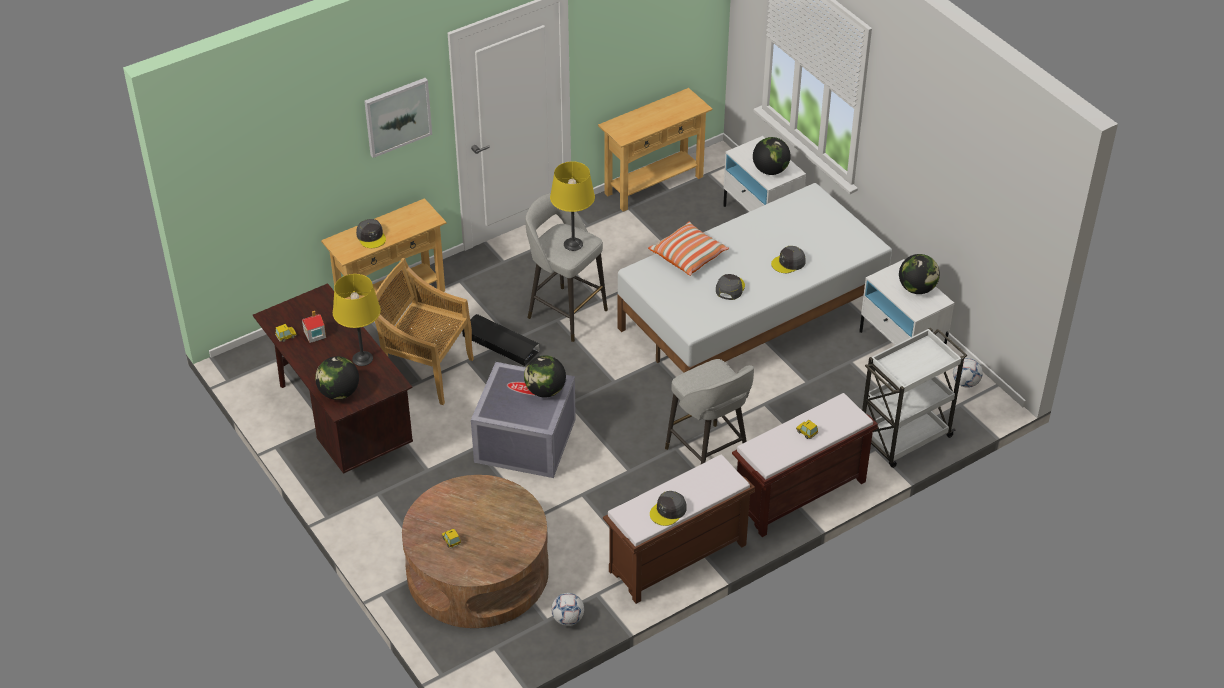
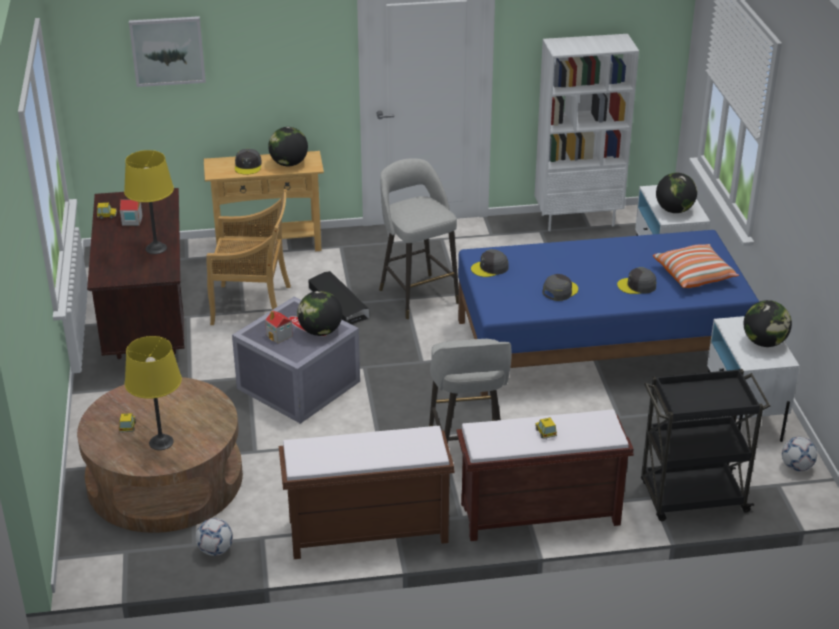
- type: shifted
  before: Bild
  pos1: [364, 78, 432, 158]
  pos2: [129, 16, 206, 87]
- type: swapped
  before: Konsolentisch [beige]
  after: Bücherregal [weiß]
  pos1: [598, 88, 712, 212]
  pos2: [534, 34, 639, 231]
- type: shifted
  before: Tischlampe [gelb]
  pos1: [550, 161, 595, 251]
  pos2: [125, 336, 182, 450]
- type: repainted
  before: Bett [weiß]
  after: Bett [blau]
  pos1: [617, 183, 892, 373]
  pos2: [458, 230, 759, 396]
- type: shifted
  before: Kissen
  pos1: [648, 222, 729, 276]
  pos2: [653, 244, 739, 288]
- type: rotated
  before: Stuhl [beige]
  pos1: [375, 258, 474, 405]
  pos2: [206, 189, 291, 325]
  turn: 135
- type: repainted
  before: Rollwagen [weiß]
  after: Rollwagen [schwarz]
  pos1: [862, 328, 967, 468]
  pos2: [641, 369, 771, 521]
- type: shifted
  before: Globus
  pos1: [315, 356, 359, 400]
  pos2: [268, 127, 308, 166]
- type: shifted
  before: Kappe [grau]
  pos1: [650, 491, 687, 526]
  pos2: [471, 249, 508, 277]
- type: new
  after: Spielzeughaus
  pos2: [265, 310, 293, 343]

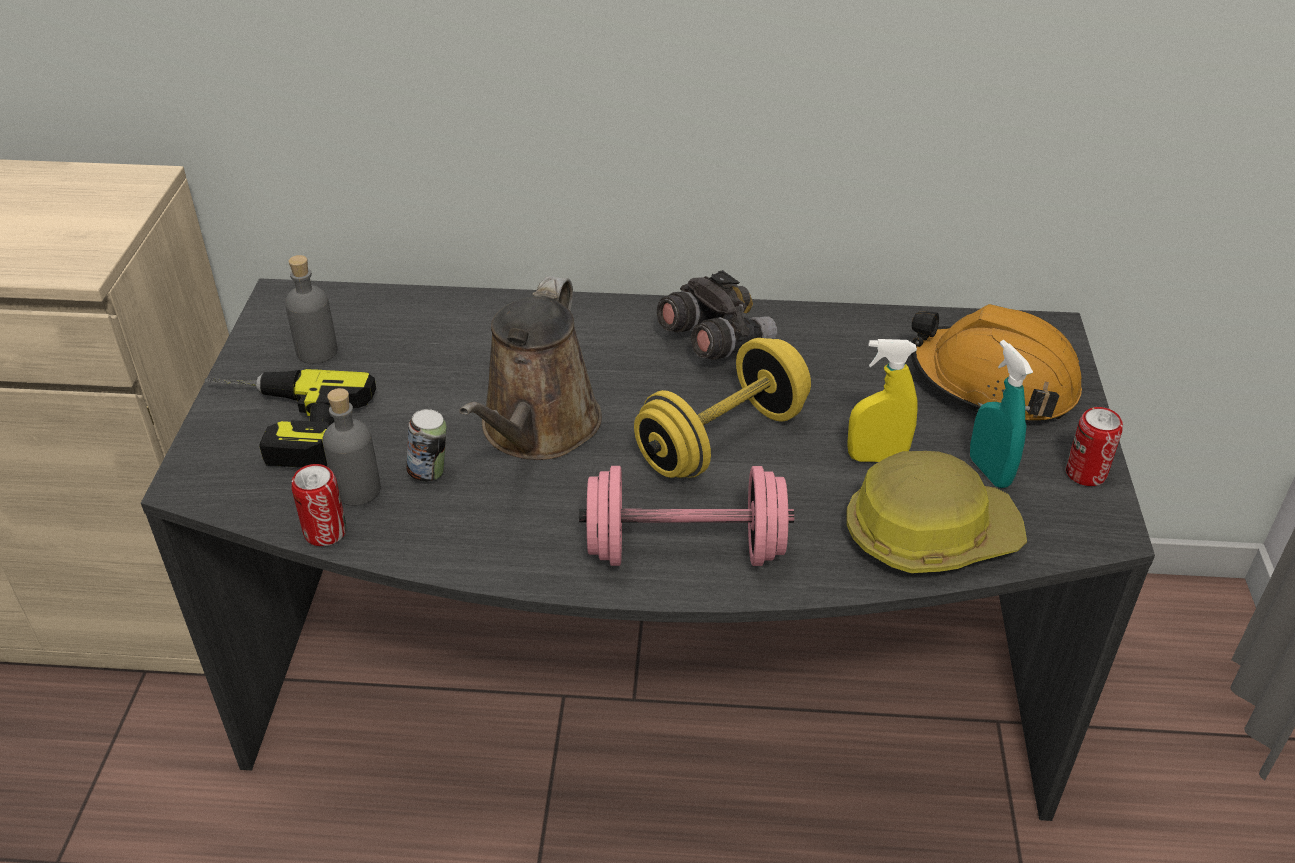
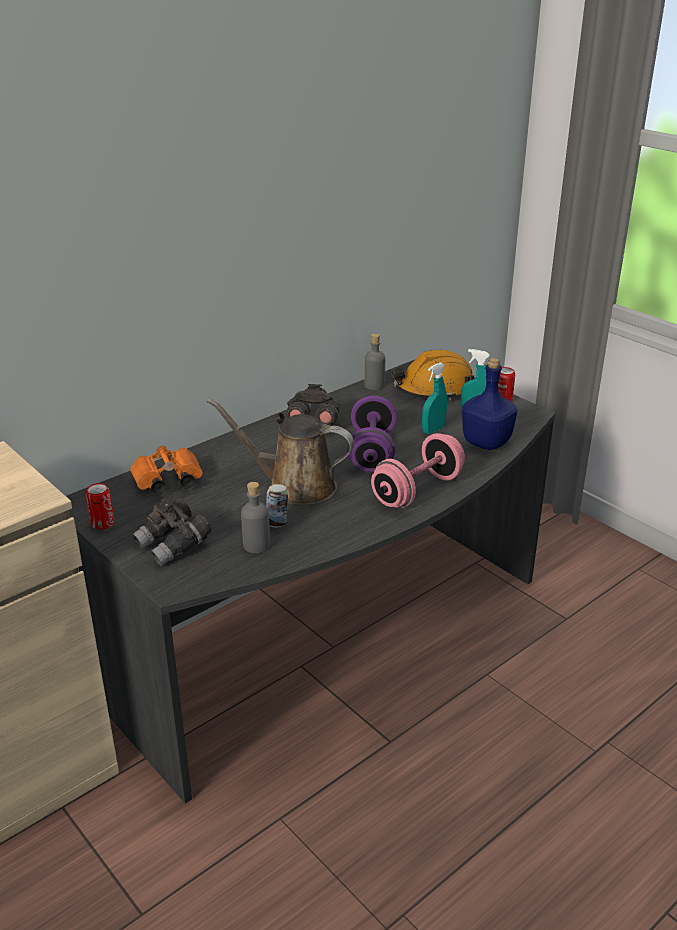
- type: shifted
  before: Flasche [grau]
  pos1: [285, 255, 338, 364]
  pos2: [364, 334, 385, 390]
- type: rotated
  before: Gießkanne [braun]
  pos1: [459, 276, 602, 460]
  pos2: [206, 398, 354, 506]
  turn: 135
- type: repainted
  before: Hantel [gelb]
  after: Hantel [lila]
  pos1: [634, 338, 811, 478]
  pos2: [347, 395, 397, 472]
- type: repainted
  before: Sprühflasche [gelb]
  after: Sprühflasche [türkis]
  pos1: [847, 339, 918, 462]
  pos2: [422, 362, 447, 434]
- type: swapped
  before: Bohrmaschine
  after: Fernglas [grau]
  pos1: [205, 369, 376, 468]
  pos2: [132, 498, 212, 566]
- type: swapped
  before: Schutzhelm
  after: Flasche [blau]
  pos1: [846, 451, 1027, 573]
  pos2: [462, 358, 518, 450]
- type: shifted
  before: Dose
  pos1: [291, 464, 346, 546]
  pos2: [86, 483, 114, 529]
- type: new
  after: Fernglas [orange]
  pos2: [130, 446, 203, 494]

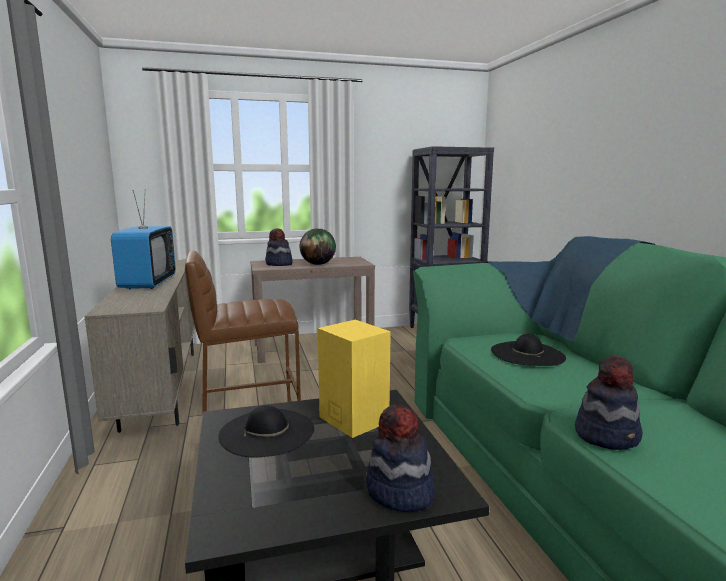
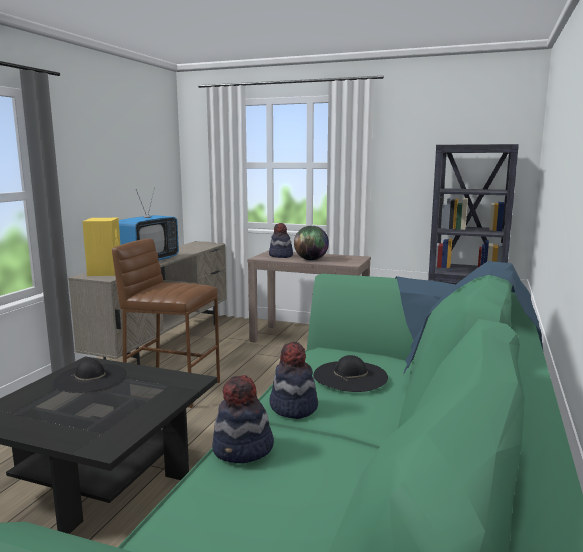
- type: shifted
  before: Lautsprecher [gelb]
  pos1: [318, 320, 391, 438]
  pos2: [82, 218, 120, 276]
- type: shifted
  before: Hut
  pos1: [366, 404, 435, 512]
  pos2: [270, 342, 318, 419]

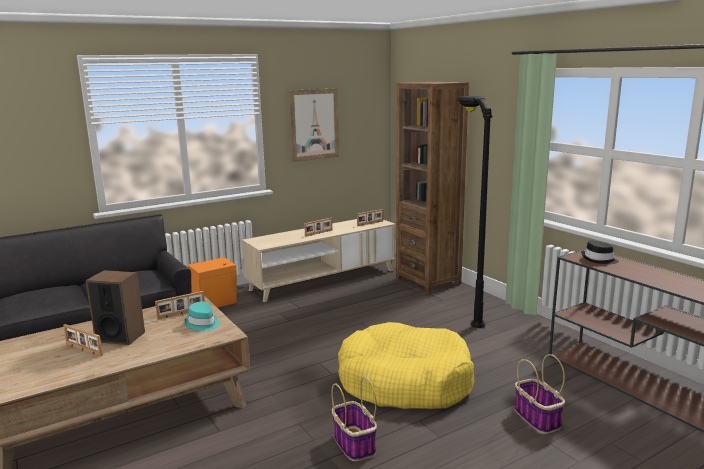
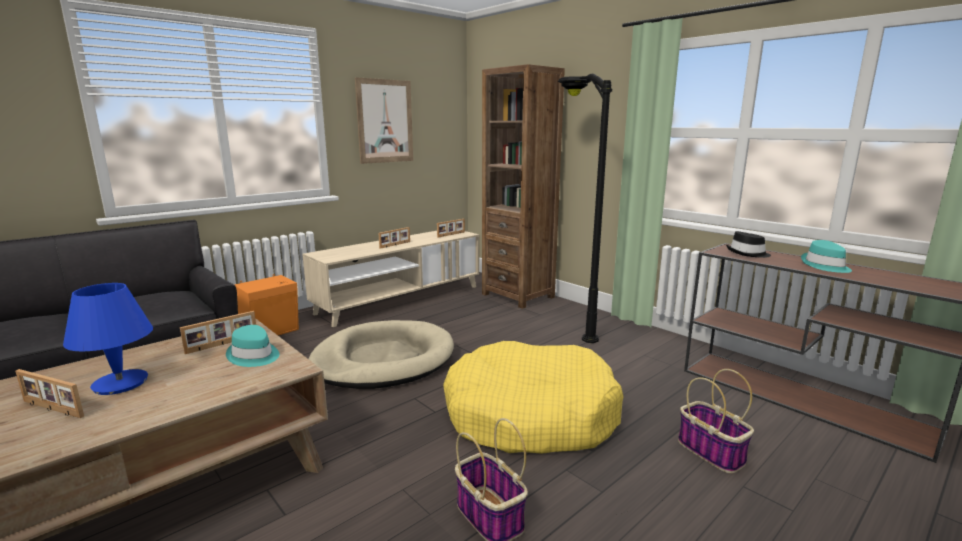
- type: swapped
  before: Lautsprecher
  after: Tischlampe [blau]
  pos1: [86, 270, 145, 345]
  pos2: [63, 283, 153, 395]
- type: new
  after: Hut [türkis]
  pos2: [801, 240, 852, 273]
- type: new
  after: Hundebett [beige]
  pos2: [308, 320, 454, 389]

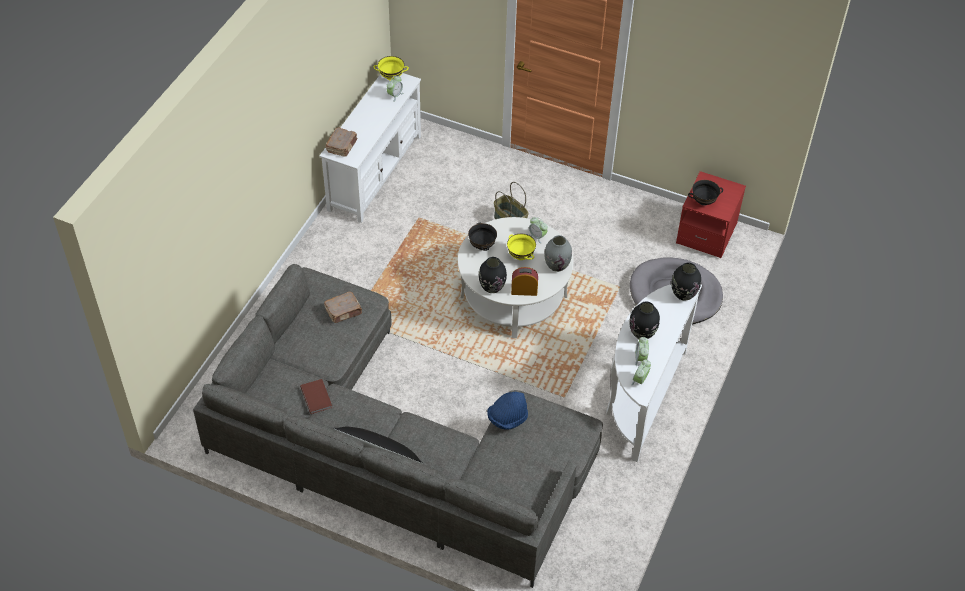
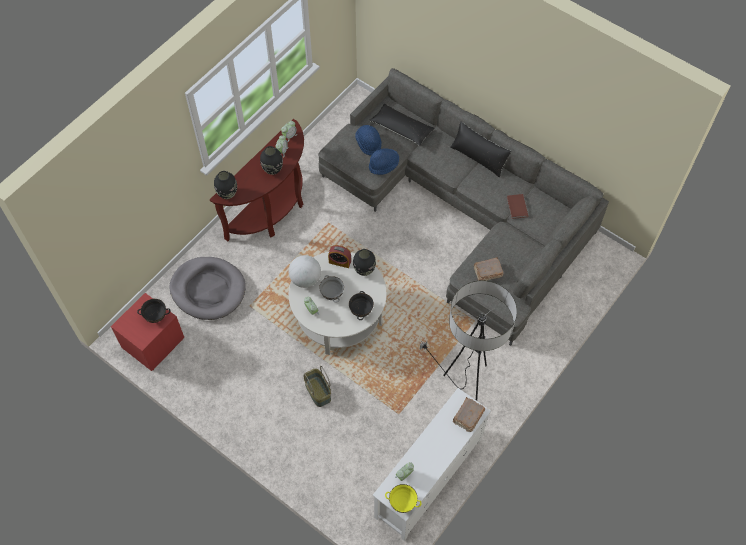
- type: repainted
  before: Schüssel [gelb]
  after: Schüssel [grau]
  pos1: [507, 234, 536, 260]
  pos2: [319, 275, 344, 303]
- type: swapped
  before: Vase [grau]
  after: Globus
  pos1: [544, 235, 572, 272]
  pos2: [289, 255, 321, 288]
- type: repainted
  before: Konsolentisch [weiß]
  after: Konsolentisch [braun]
  pos1: [606, 285, 702, 462]
  pos2: [210, 119, 304, 241]
- type: new
  after: Kissen [schwarz]
  pos2: [369, 104, 435, 146]
- type: new
  after: Hut [blau]
  pos2: [355, 125, 382, 156]
- type: new
  after: Stehlampe
  pos2: [419, 280, 517, 401]

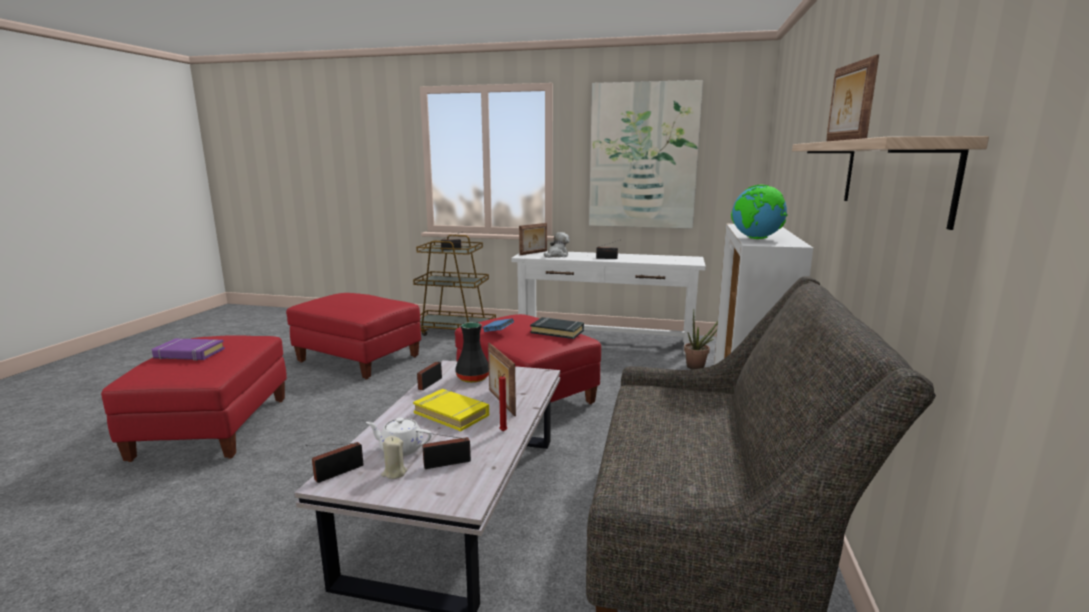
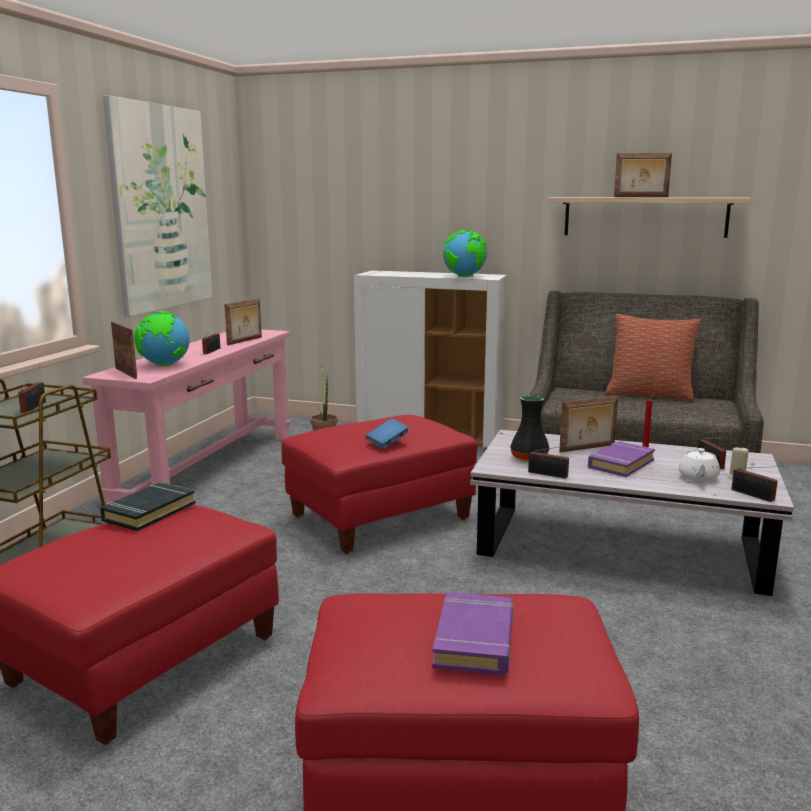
- type: swapped
  before: Plüschtier
  after: Globus
  pos1: [544, 232, 570, 258]
  pos2: [134, 311, 190, 366]
- type: repainted
  before: Konsolentisch [weiß]
  after: Konsolentisch [rosa]
  pos1: [511, 251, 706, 355]
  pos2: [82, 329, 290, 505]
- type: shifted
  before: Buch [schwarz]
  pos1: [530, 317, 584, 339]
  pos2: [100, 482, 196, 531]
- type: repainted
  before: Buch [gelb]
  after: Buch [lila]
  pos1: [413, 389, 489, 431]
  pos2: [588, 441, 655, 477]
- type: new
  after: Bilderrahmen
  pos2: [224, 299, 262, 345]
- type: new
  after: Kissen
  pos2: [606, 314, 702, 402]

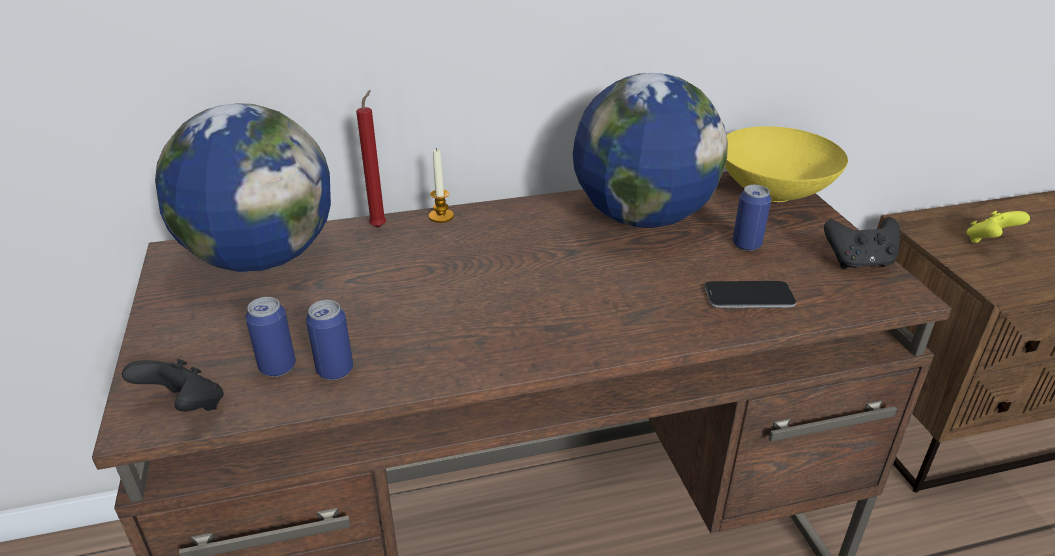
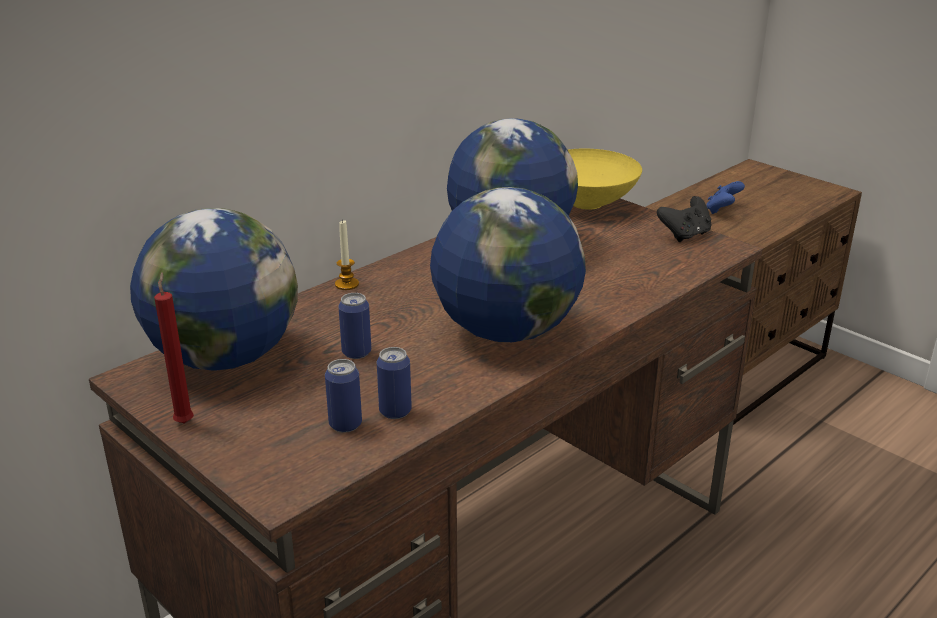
- type: shifted
  before: Kerze [rot]
  pos1: [356, 90, 386, 228]
  pos2: [154, 272, 194, 424]
- type: shifted
  before: Dose
  pos1: [733, 185, 771, 251]
  pos2: [338, 293, 371, 359]
- type: repainted
  before: Gamepad [gelb]
  after: Gamepad [blau]
  pos1: [966, 211, 1030, 243]
  pos2: [706, 181, 745, 214]
- type: gone
  before: Handy
  pos1: [704, 281, 796, 308]
- type: gone
  before: Gamepad [schwarz]
  pos1: [122, 359, 224, 412]
- type: new
  after: Globus
  pos2: [430, 187, 586, 342]

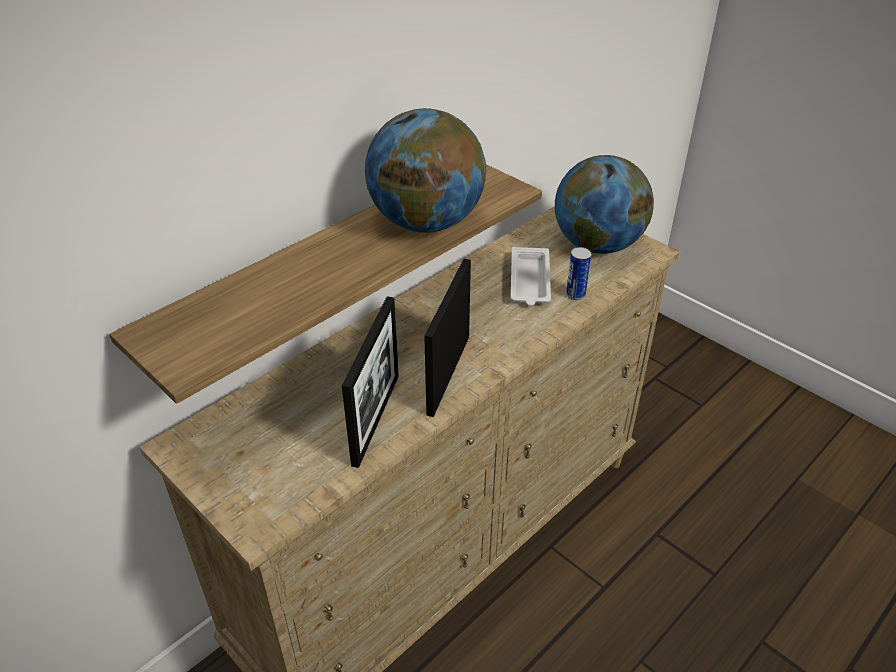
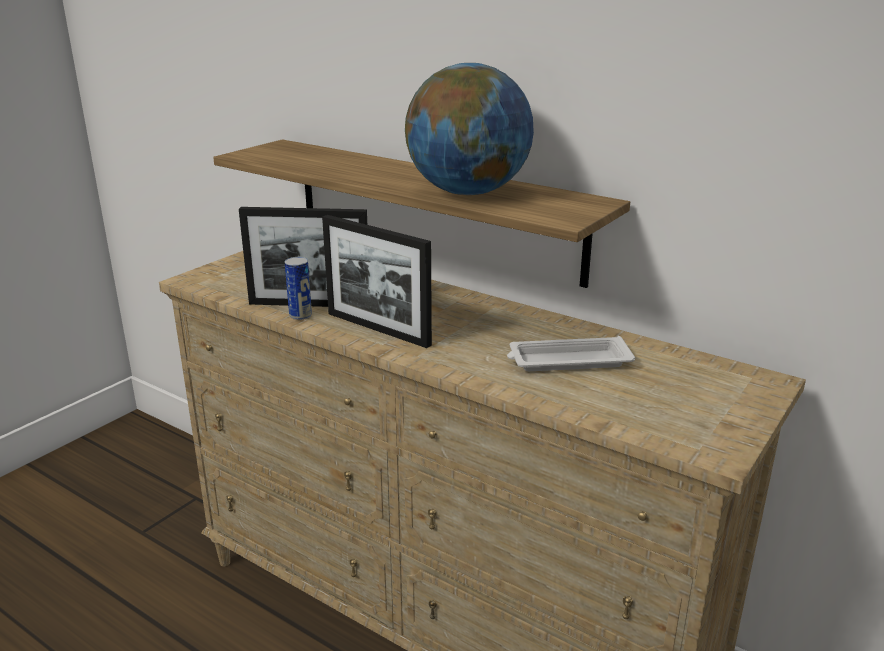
- type: gone
  before: Globus
  pos1: [555, 155, 654, 254]
- type: shifted
  before: Dose
  pos1: [566, 247, 591, 300]
  pos2: [285, 257, 312, 320]
- type: rotated
  before: Bilderrahmen
  pos1: [424, 259, 471, 417]
  pos2: [322, 215, 432, 348]
  turn: -150

